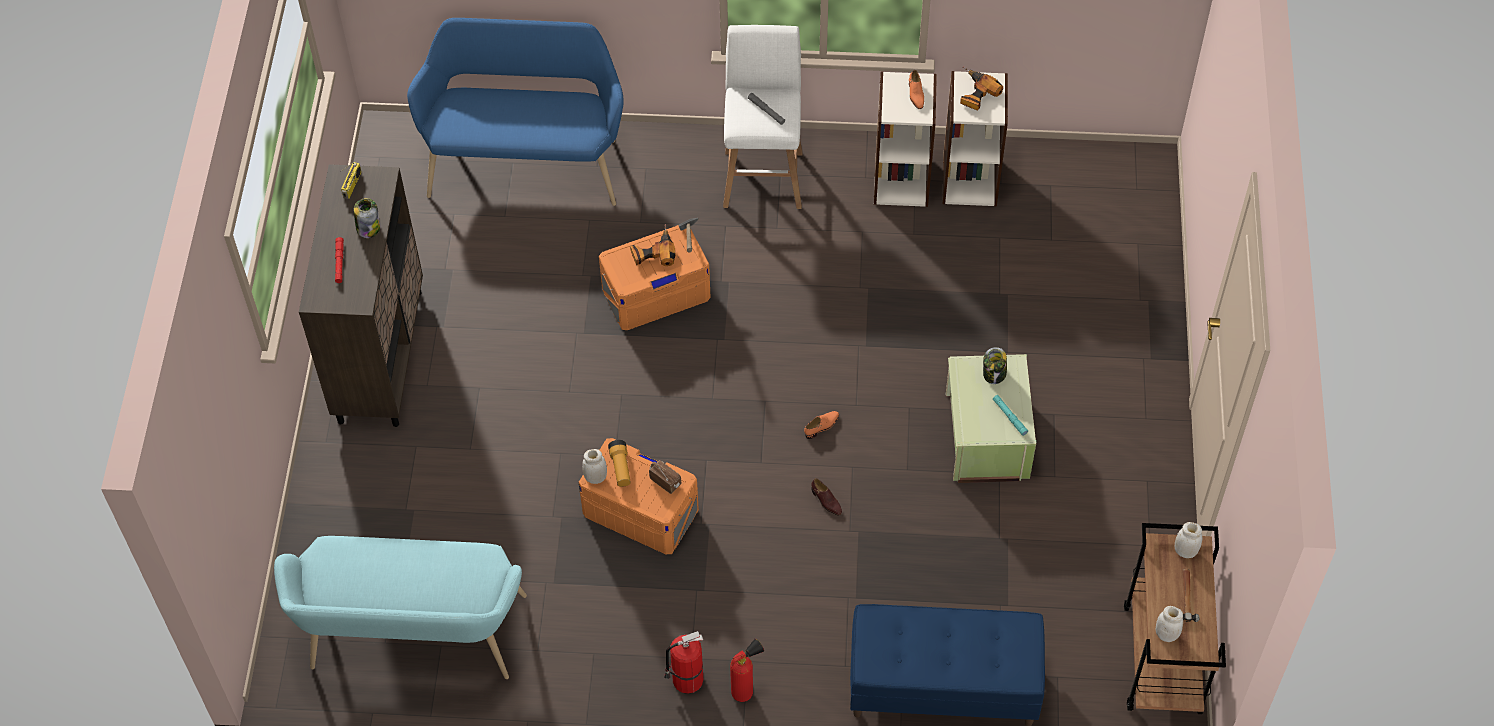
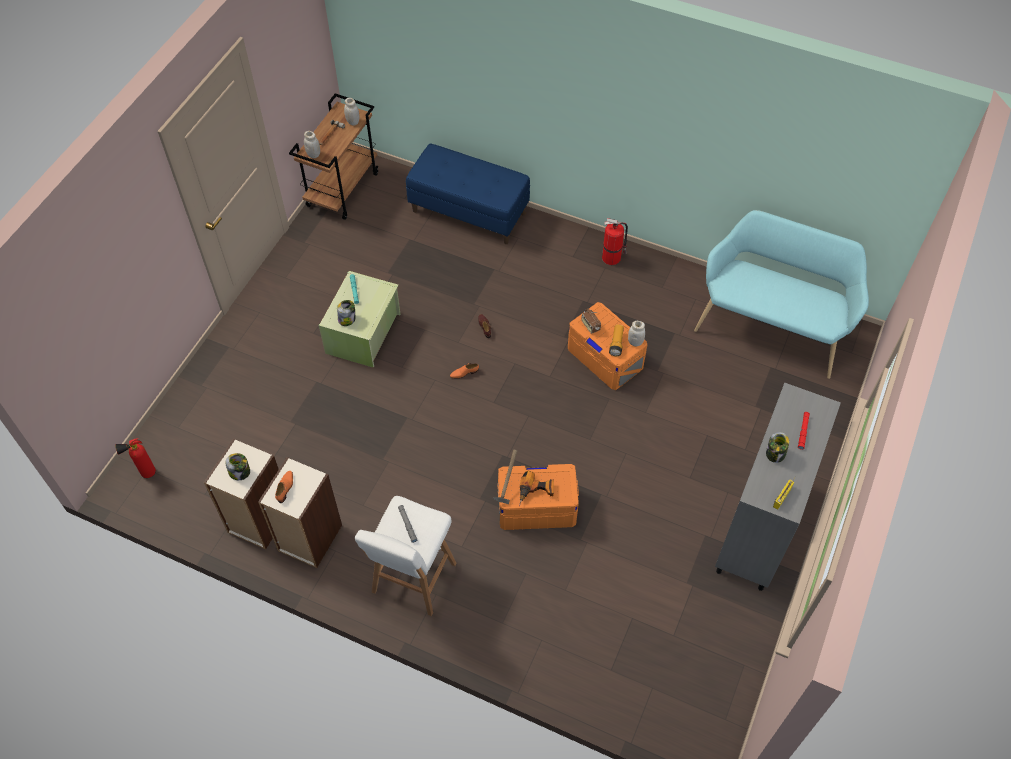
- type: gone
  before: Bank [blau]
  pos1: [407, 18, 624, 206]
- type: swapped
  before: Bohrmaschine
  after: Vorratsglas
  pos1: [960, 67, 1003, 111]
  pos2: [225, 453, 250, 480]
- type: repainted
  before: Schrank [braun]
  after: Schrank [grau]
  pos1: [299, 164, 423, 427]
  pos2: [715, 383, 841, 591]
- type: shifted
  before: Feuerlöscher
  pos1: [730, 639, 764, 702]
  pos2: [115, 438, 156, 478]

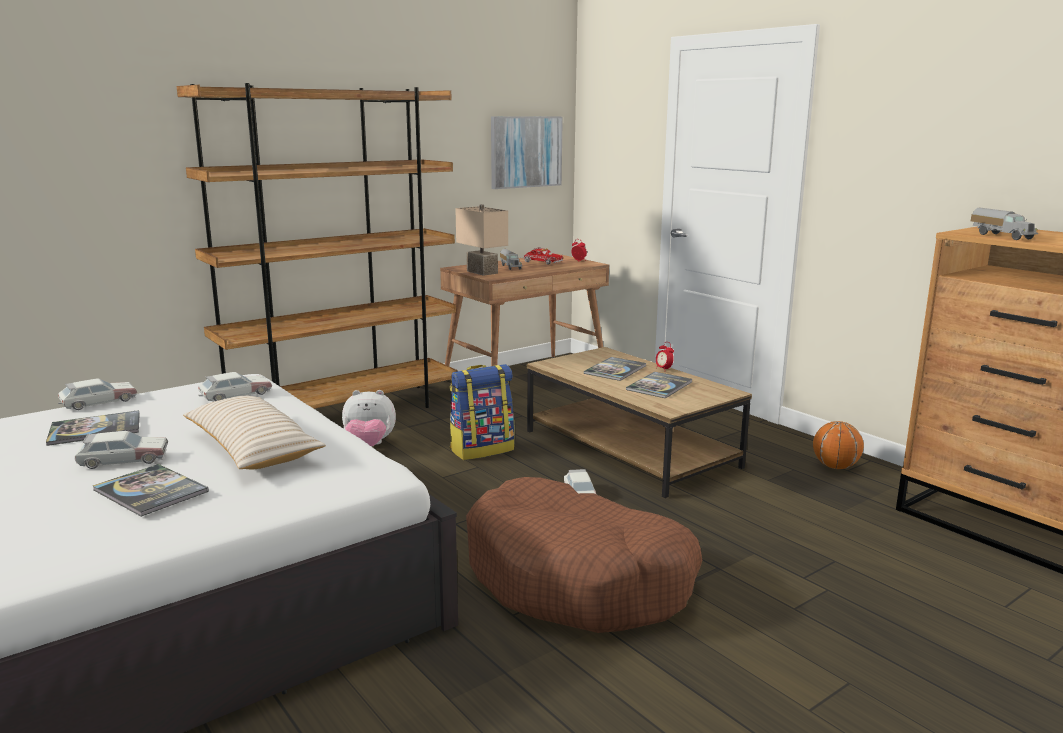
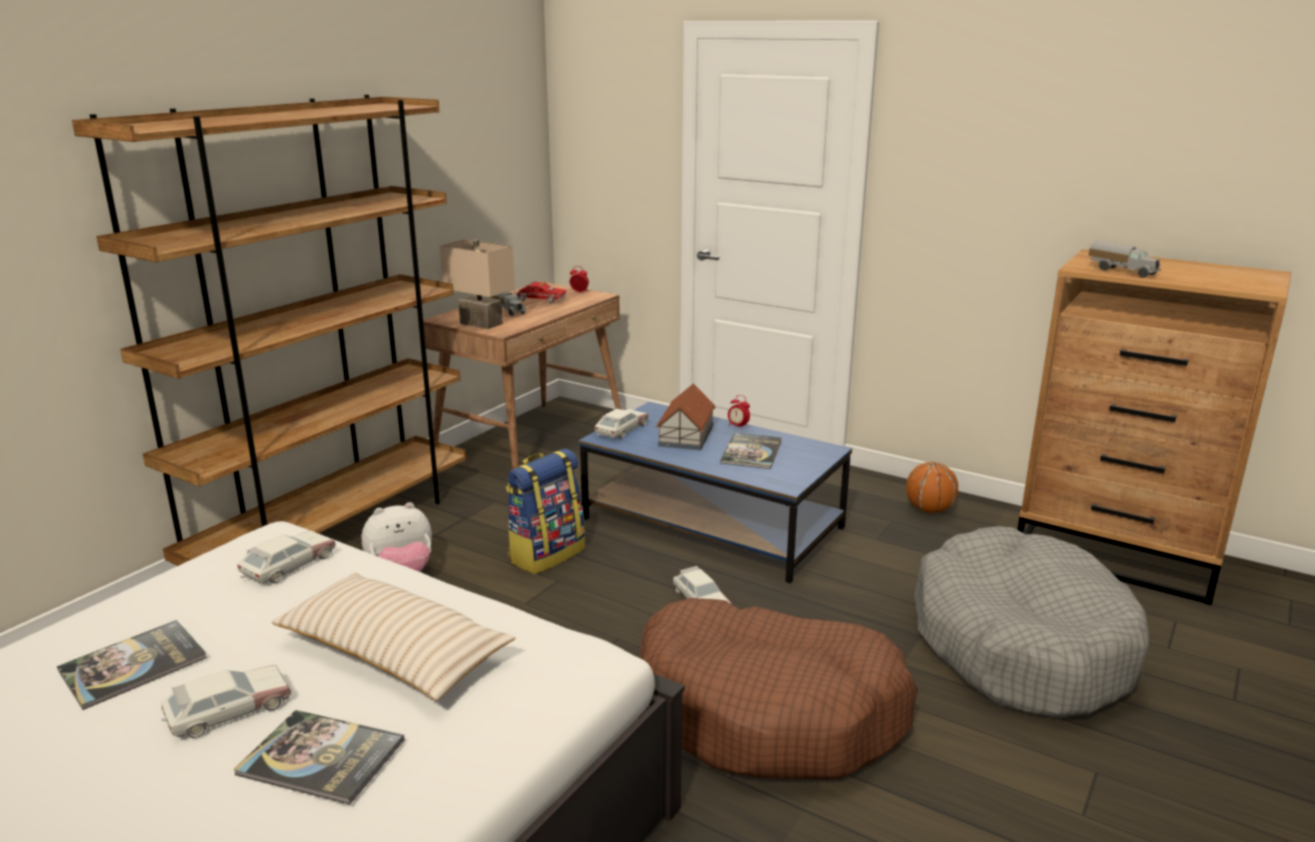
- type: gone
  before: Bild
  pos1: [491, 117, 563, 189]
- type: repainted
  before: Couchtisch [braun]
  after: Couchtisch [blau]
  pos1: [527, 347, 752, 498]
  pos2: [579, 402, 852, 584]
- type: swapped
  before: Buch
  after: Spielzeughaus
  pos1: [584, 357, 646, 381]
  pos2: [656, 384, 716, 450]
- type: shifted
  before: Spielzeugauto
  pos1: [58, 379, 137, 410]
  pos2: [595, 409, 649, 438]
- type: new
  after: Hundebett [grau]
  pos2: [914, 526, 1150, 719]

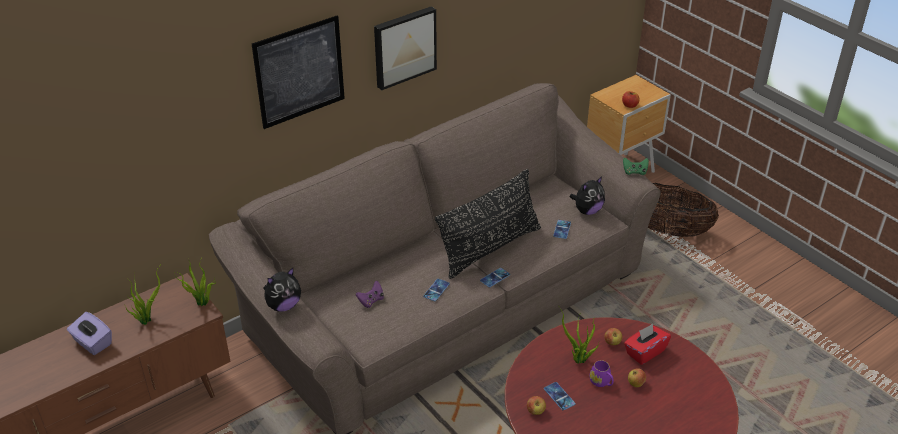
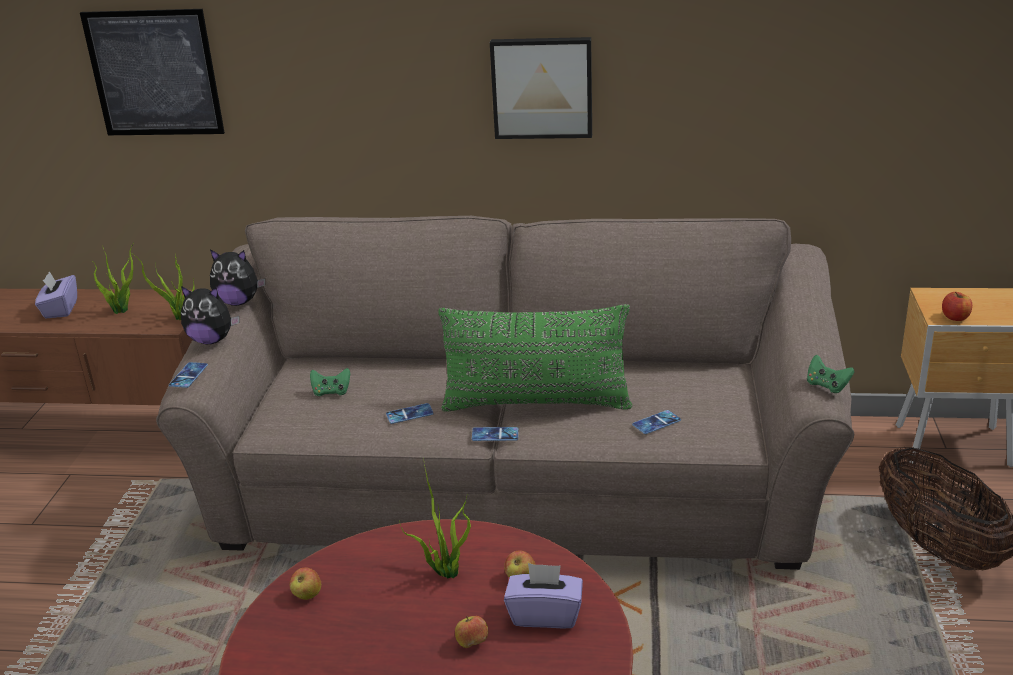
- type: shifted
  before: Bild
  pos1: [252, 16, 345, 129]
  pos2: [80, 9, 225, 135]
- type: repainted
  before: Kissen [schwarz]
  after: Kissen [grün]
  pos1: [435, 169, 541, 279]
  pos2: [438, 304, 632, 412]
- type: shifted
  before: Plüschtier
  pos1: [570, 177, 605, 215]
  pos2: [210, 250, 265, 306]
- type: repainted
  before: Gamepad [lila]
  after: Gamepad [grün]
  pos1: [356, 281, 384, 308]
  pos2: [310, 368, 350, 396]
- type: repainted
  before: Taschentuchbox [rot]
  after: Taschentuchbox [lila]
  pos1: [624, 324, 671, 365]
  pos2: [504, 563, 583, 629]
- type: gone
  before: Henkelbecher [lila]
  pos1: [590, 360, 614, 387]
- type: shifted
  before: Handy
  pos1: [544, 382, 575, 410]
  pos2: [169, 362, 208, 388]

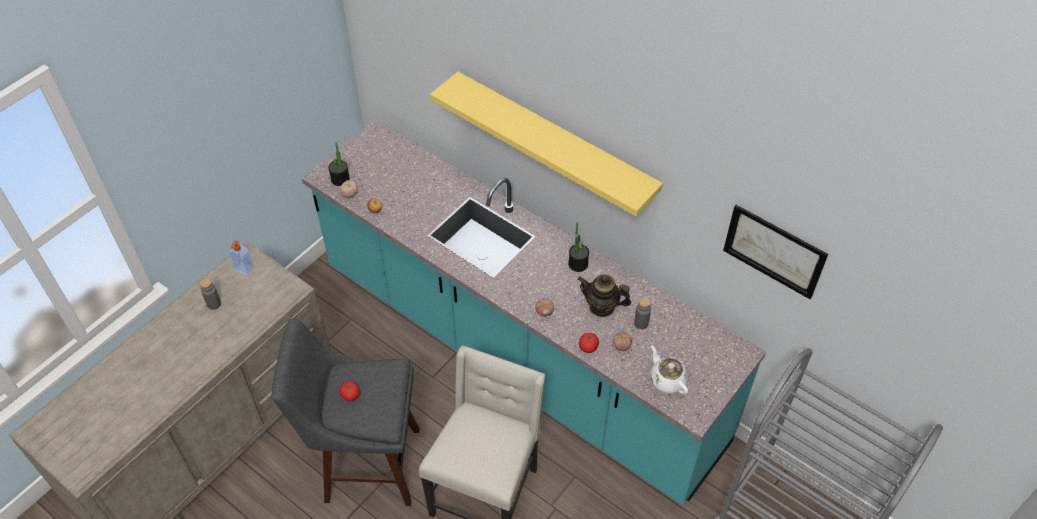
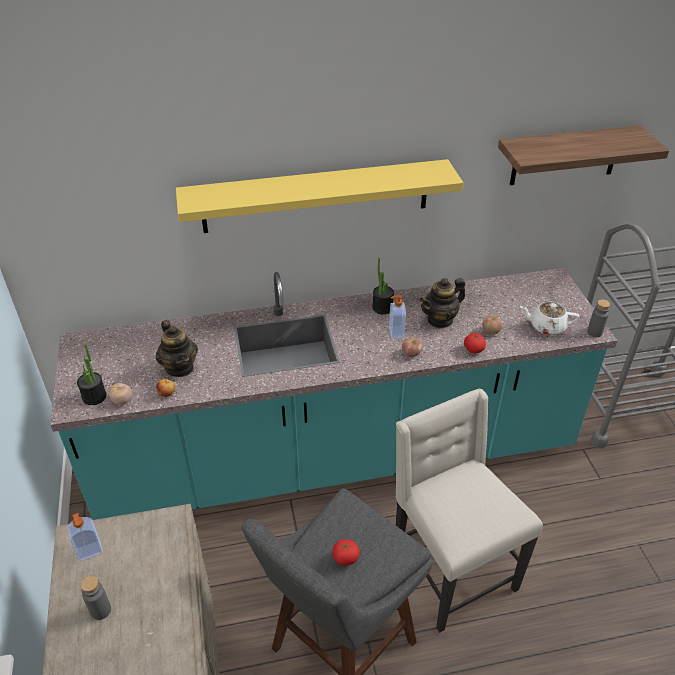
- type: swapped
  before: Bild
  after: Wandregal
  pos1: [723, 205, 828, 299]
  pos2: [498, 125, 669, 185]
- type: shifted
  before: Flasche [grau]
  pos1: [634, 297, 651, 329]
  pos2: [587, 299, 610, 337]
- type: new
  after: Seifenspender
  pos2: [389, 295, 406, 339]
- type: new
  after: Teekanne
  pos2: [156, 320, 198, 377]

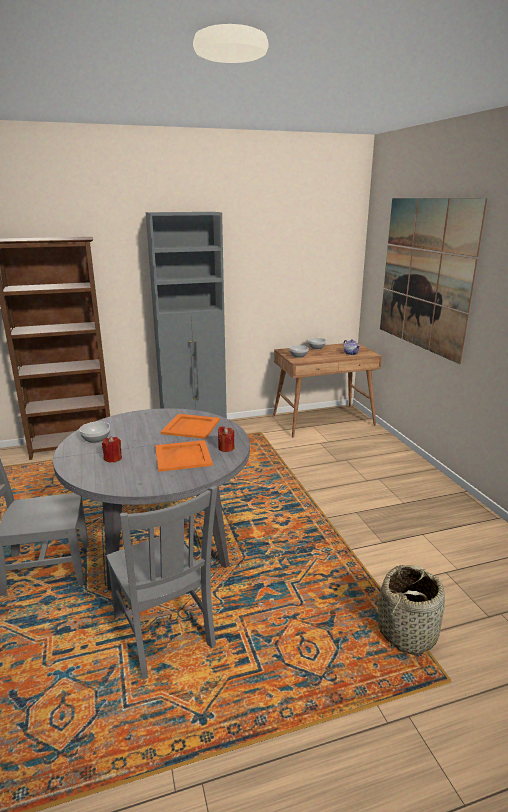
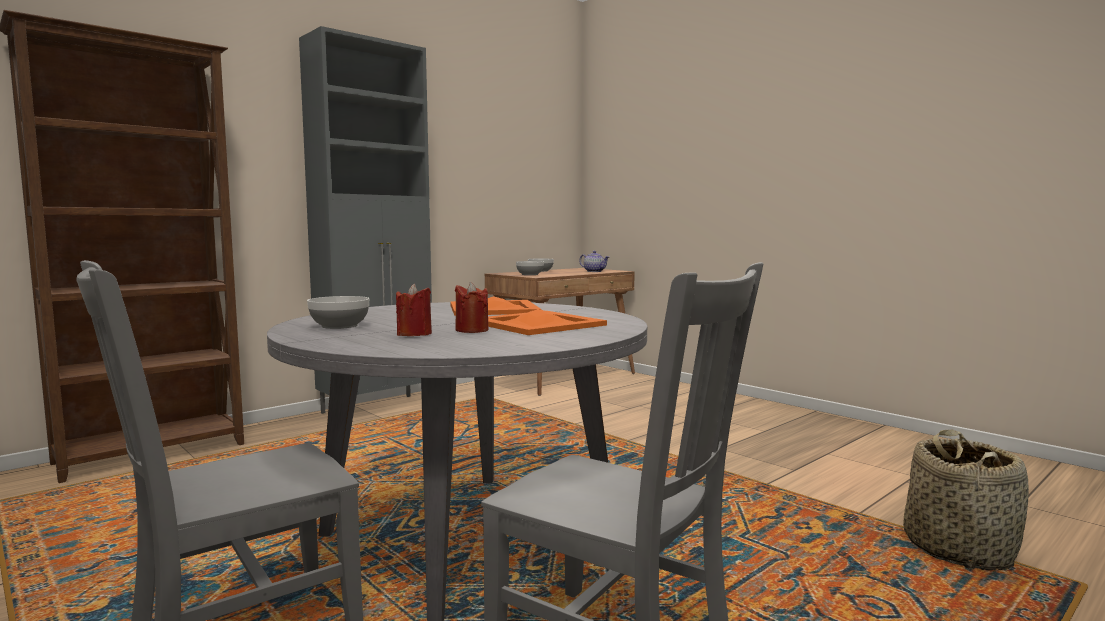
- type: gone
  before: Bild
  pos1: [380, 198, 487, 364]
- type: shifted
  before: Kerze [rot]
  pos1: [218, 426, 234, 452]
  pos2: [455, 282, 489, 333]

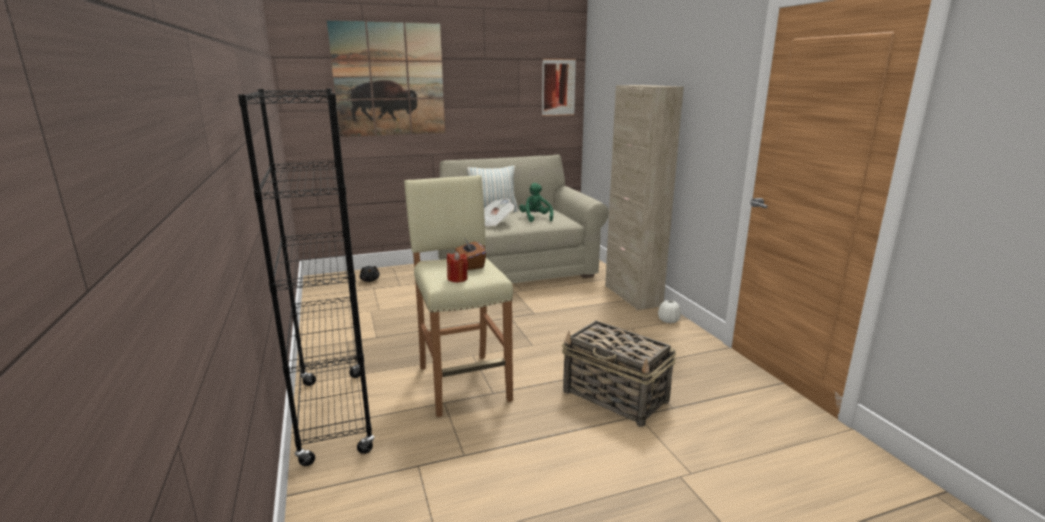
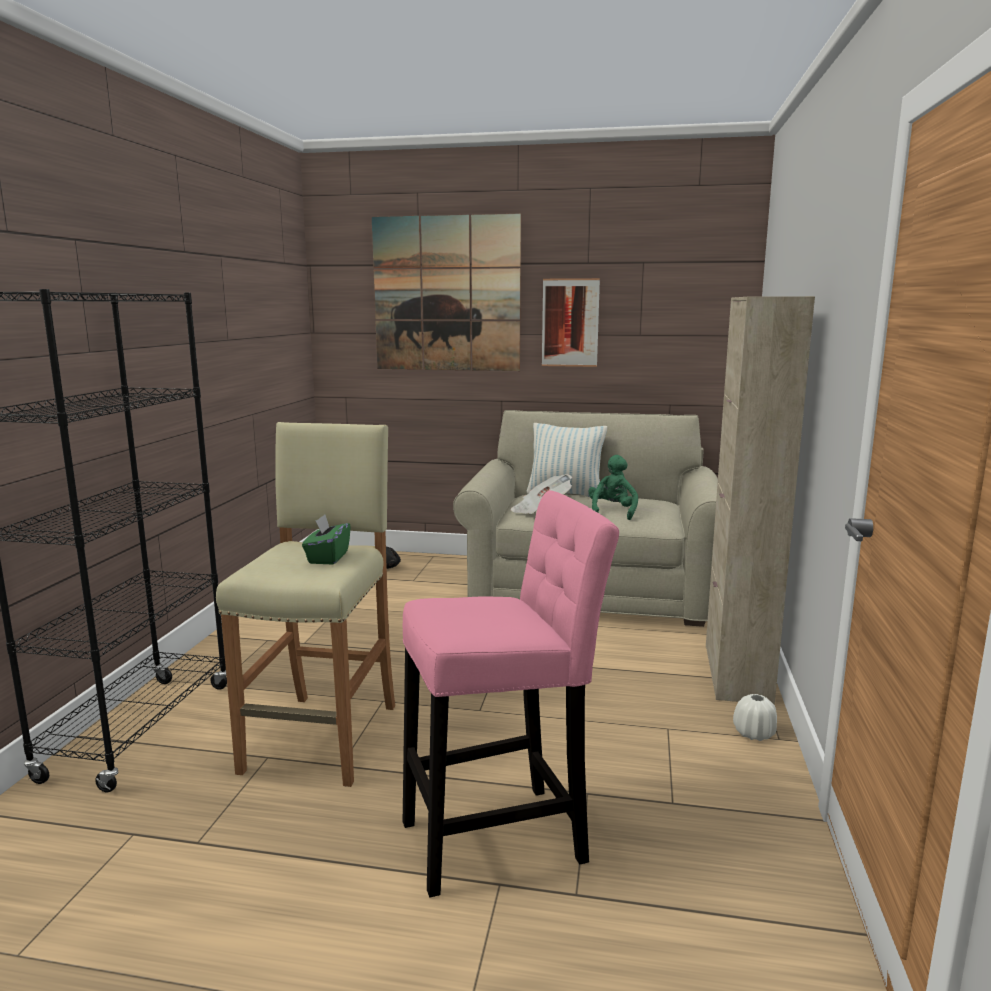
- type: shifted
  before: Bild
  pos1: [542, 59, 576, 116]
  pos2: [542, 278, 600, 367]
- type: repainted
  before: Taschentuchbox [braun]
  after: Taschentuchbox [grün]
  pos1: [455, 237, 486, 270]
  pos2: [302, 514, 351, 564]
- type: gone
  before: Kerze [rot]
  pos1: [447, 251, 468, 282]
- type: swapped
  before: Korb
  after: Hocker [rosa]
  pos1: [562, 321, 676, 427]
  pos2: [403, 490, 619, 897]

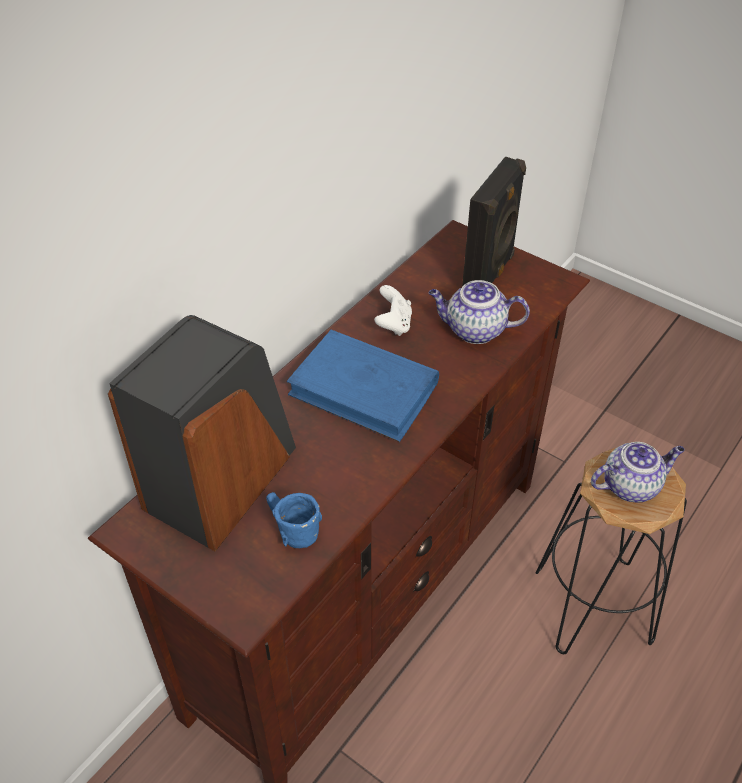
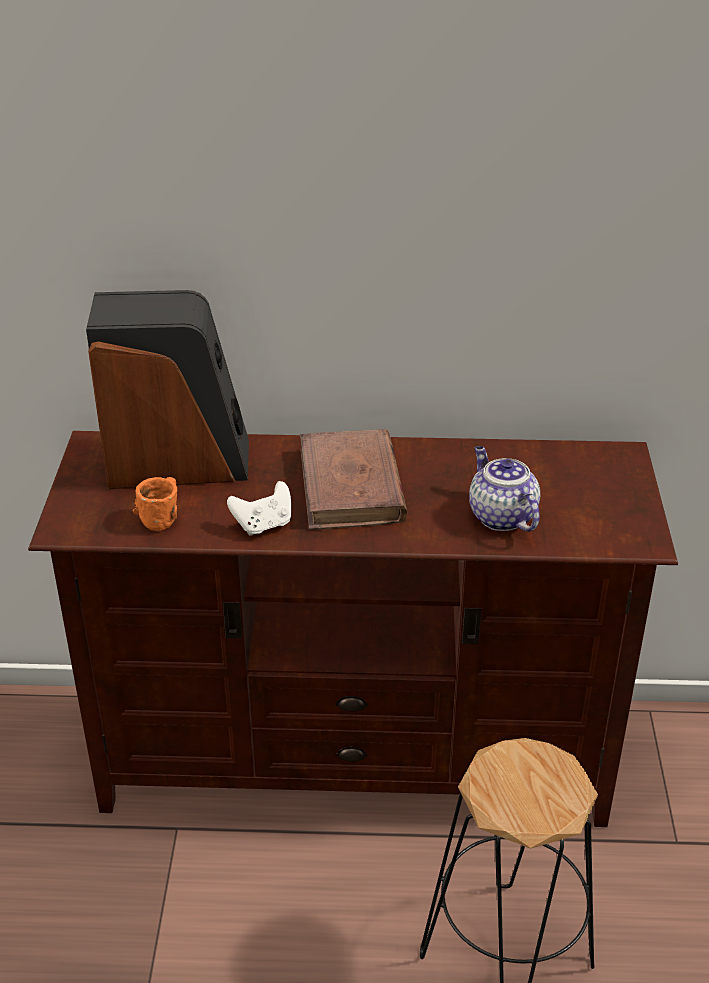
- type: gone
  before: Lautsprecher [schwarz]
  pos1: [462, 156, 526, 287]
- type: shifted
  before: Gamepad [weiß]
  pos1: [374, 285, 412, 336]
  pos2: [227, 481, 291, 536]
- type: repainted
  before: Buch [blau]
  after: Buch [braun]
  pos1: [287, 330, 439, 442]
  pos2: [300, 429, 407, 530]
- type: gone
  before: Teekanne
  pos1: [591, 442, 685, 503]
- type: repainted
  before: Henkelbecher [blau]
  after: Henkelbecher [orange]
  pos1: [266, 492, 322, 548]
  pos2: [133, 477, 177, 531]

